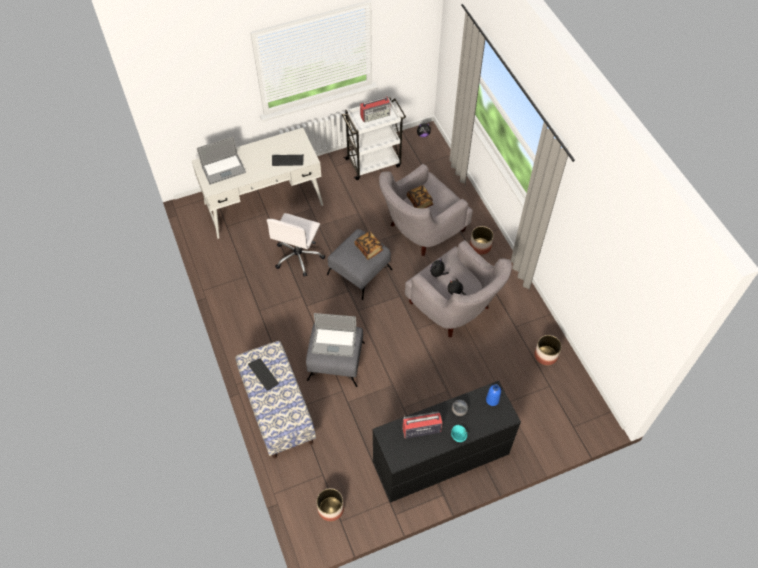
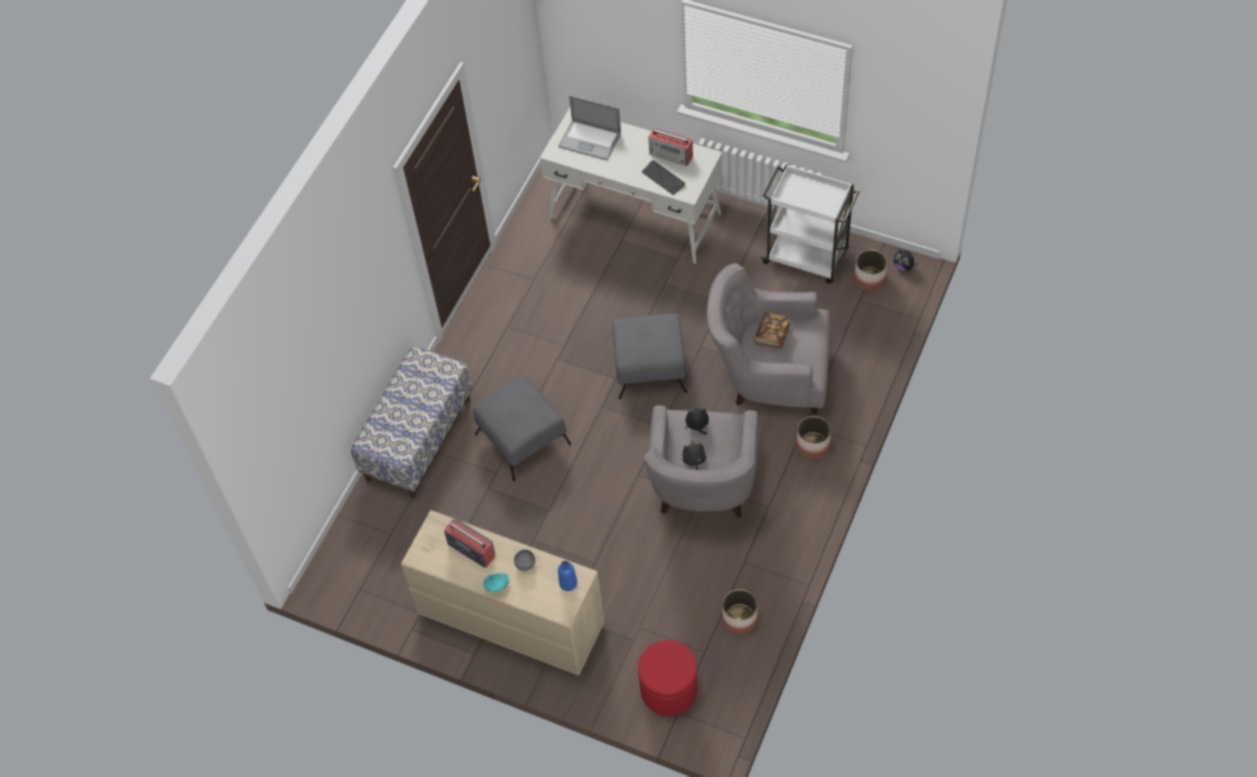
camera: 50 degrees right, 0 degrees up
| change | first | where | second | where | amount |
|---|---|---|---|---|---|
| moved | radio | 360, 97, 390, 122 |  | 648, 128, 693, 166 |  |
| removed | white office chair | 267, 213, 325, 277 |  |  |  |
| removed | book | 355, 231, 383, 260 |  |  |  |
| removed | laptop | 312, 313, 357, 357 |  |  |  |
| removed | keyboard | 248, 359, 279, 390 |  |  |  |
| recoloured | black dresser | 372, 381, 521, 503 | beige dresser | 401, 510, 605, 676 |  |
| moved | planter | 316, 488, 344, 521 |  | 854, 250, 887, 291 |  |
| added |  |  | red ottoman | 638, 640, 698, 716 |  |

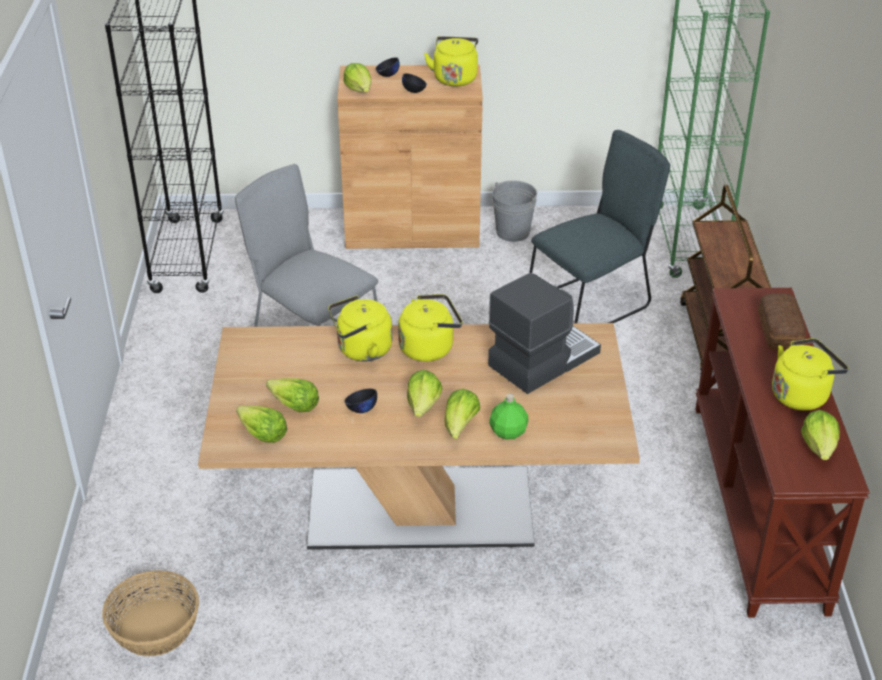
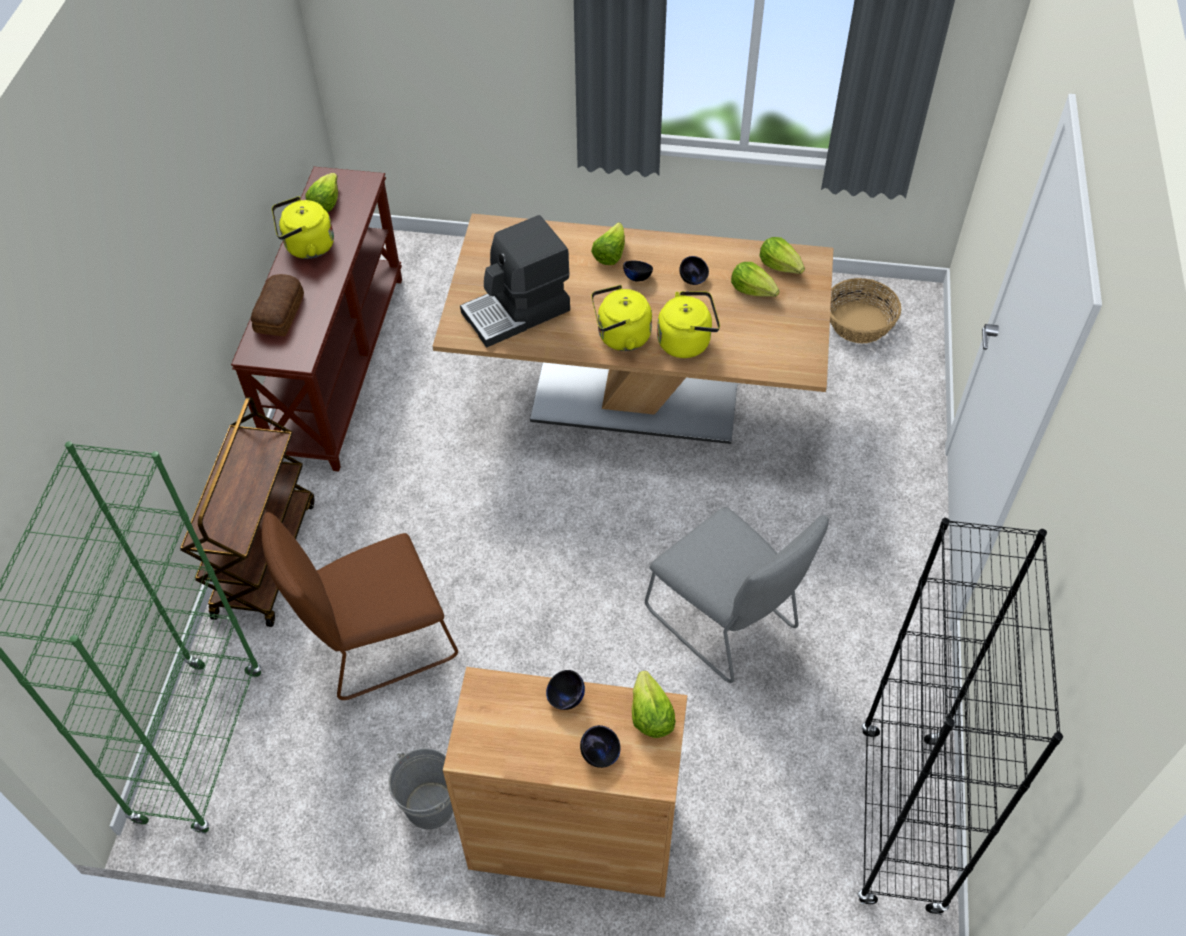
camera: 170 degrees left, 15 degrees up
| change | first | where | second | where | amount |
|---|---|---|---|---|---|
| removed | yellow kettle | 424, 36, 478, 86 |  |  |  |
| recoloured | grey chair | 529, 130, 670, 323 | brown chair | 262, 512, 458, 700 |  |
| replaced | lettuce | 407, 370, 442, 417 | black bowl | 623, 261, 653, 282 |  |
| removed | green bottle | 489, 394, 528, 440 |  |  |  |

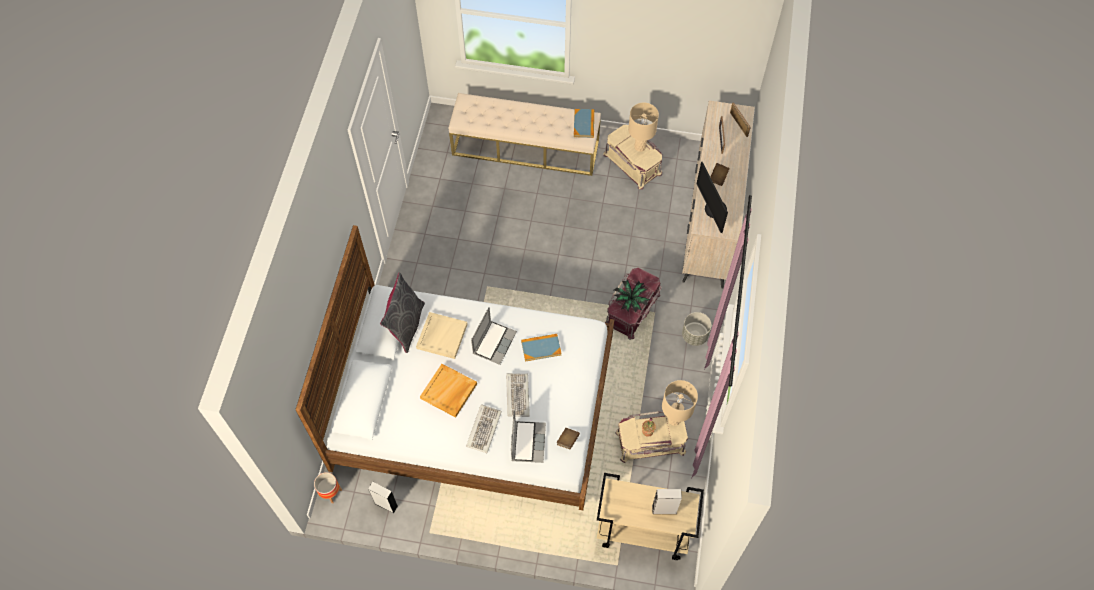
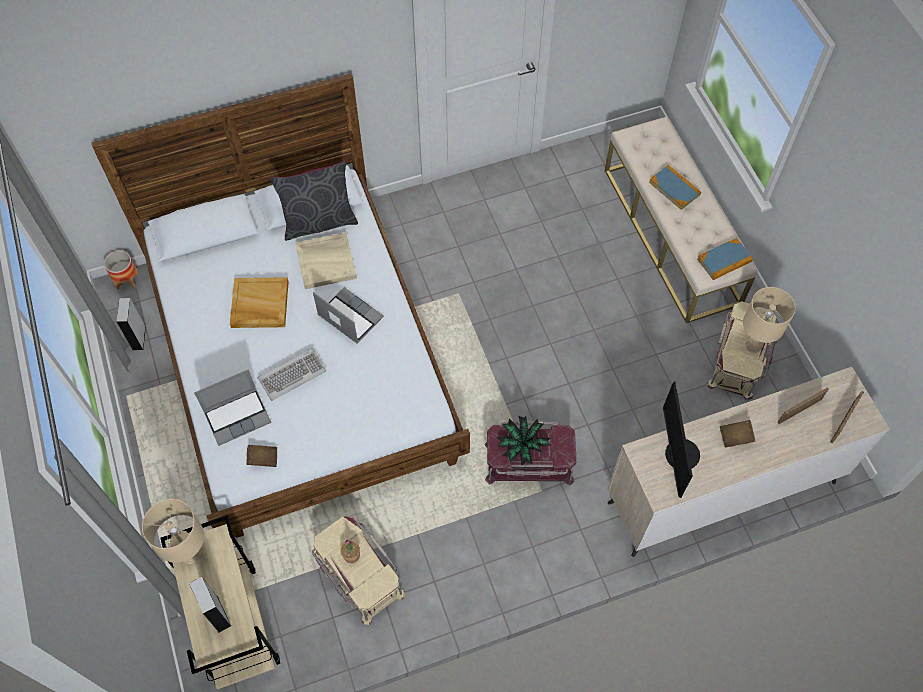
camera: 60 degrees right, 0 degrees up
| change | first | where | second | where | amount |
|---|---|---|---|---|---|
| turned | monitor | 697, 162, 728, 233 |  | 663, 381, 700, 498 | 45 degrees counterclockwise |
| turned | laptop | 471, 307, 517, 365 |  | 313, 287, 384, 343 | 135 degrees counterclockwise |
| removed | grey planter | 682, 312, 712, 346 |  |  |  |
| moved | book | 521, 334, 562, 362 |  | 649, 165, 701, 210 |  |
| moved | beige table lamp | 662, 380, 698, 426 |  | 142, 499, 204, 564 |  |
| removed | keyboard | 466, 404, 502, 453 |  |  |  |

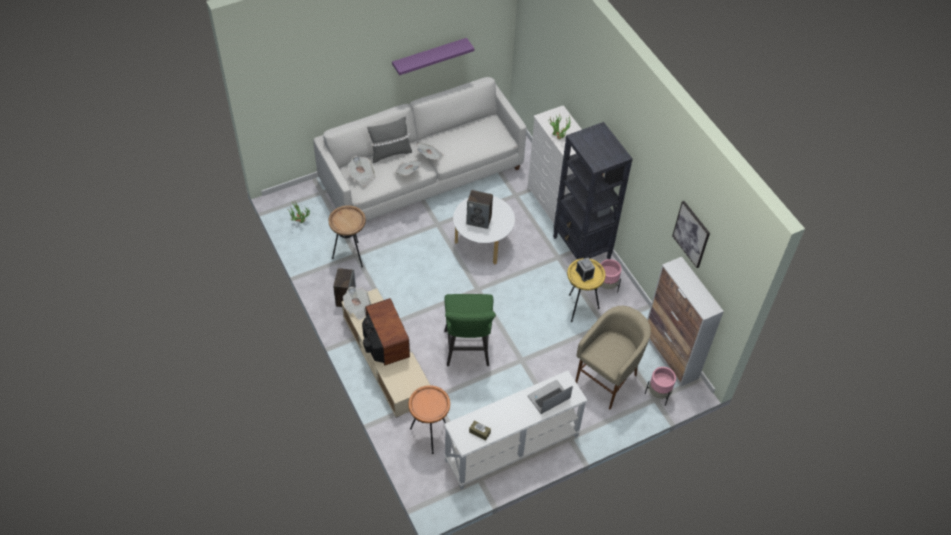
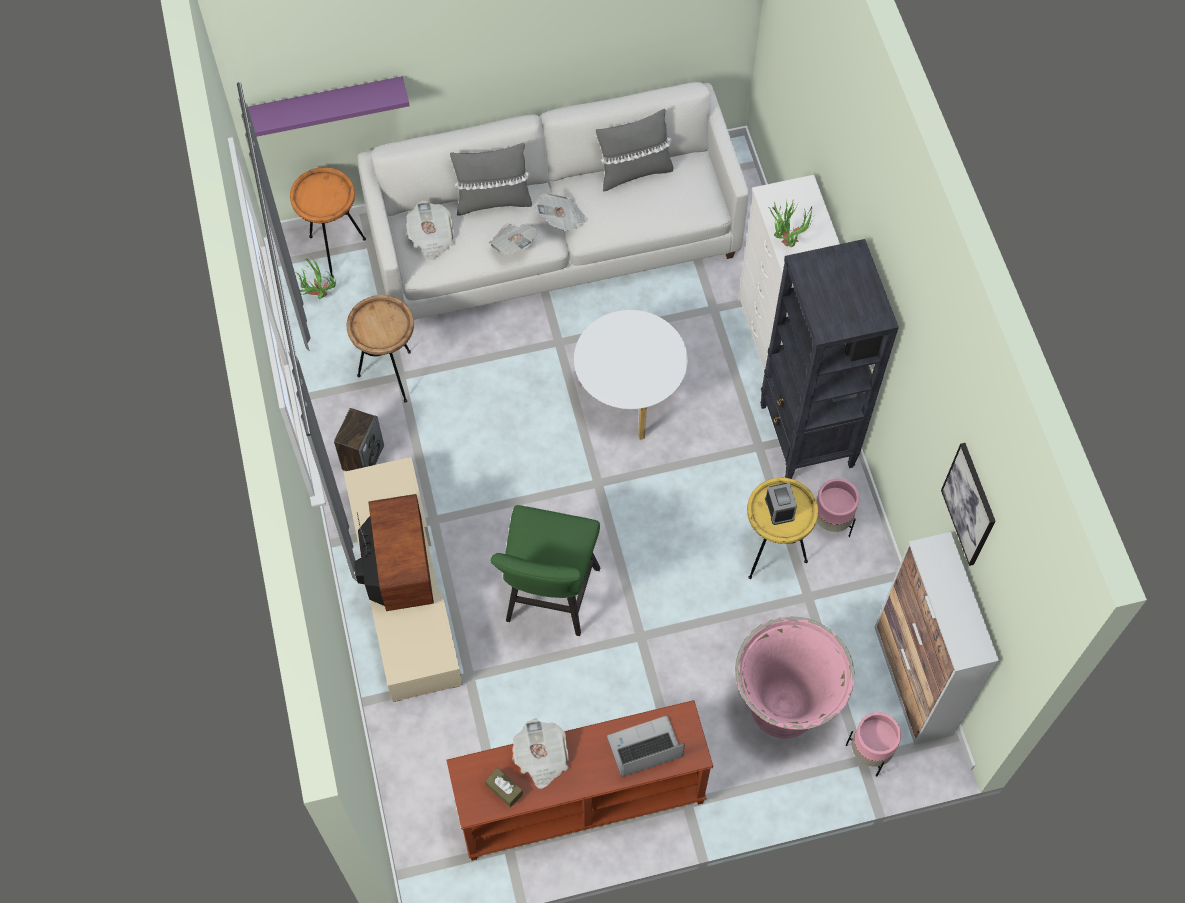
camera: 15 degrees right, 10 degrees up
| change | first | where | second | where | amount |
|---|---|---|---|---|---|
| moved | purple shelf | 392, 38, 474, 75 |  | 248, 76, 409, 137 |  |
| removed | speaker | 466, 190, 493, 229 |  |  |  |
| moved | newspaper | 343, 287, 371, 320 |  | 512, 719, 569, 789 |  |
| replaced | beige stool | 575, 306, 651, 409 | pink planter | 735, 617, 855, 739 |  |
| recoloured | white console table | 444, 371, 587, 490 | brown console table | 446, 700, 713, 861 |  |
| moved | orange side table | 408, 385, 450, 454 |  | 290, 167, 366, 278 |  |
| added |  |  | grey pillow | 596, 109, 673, 192 |  |

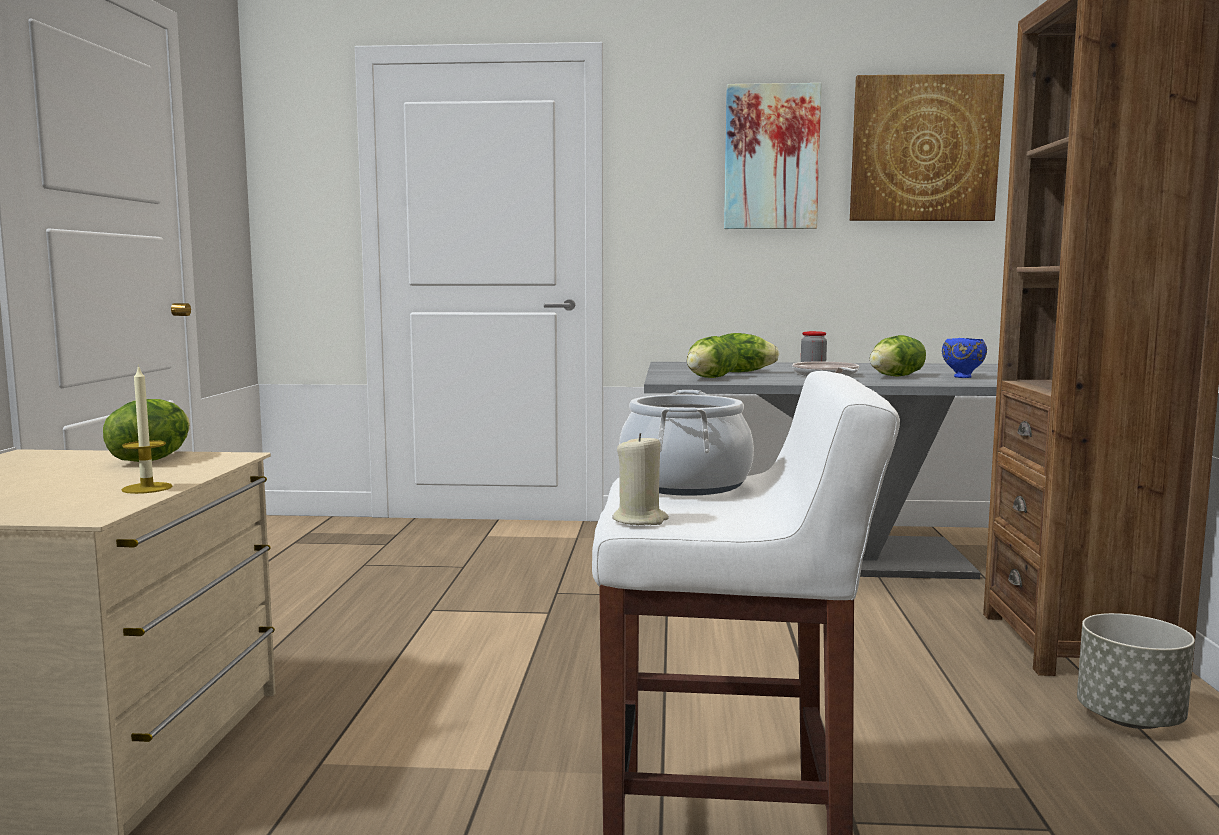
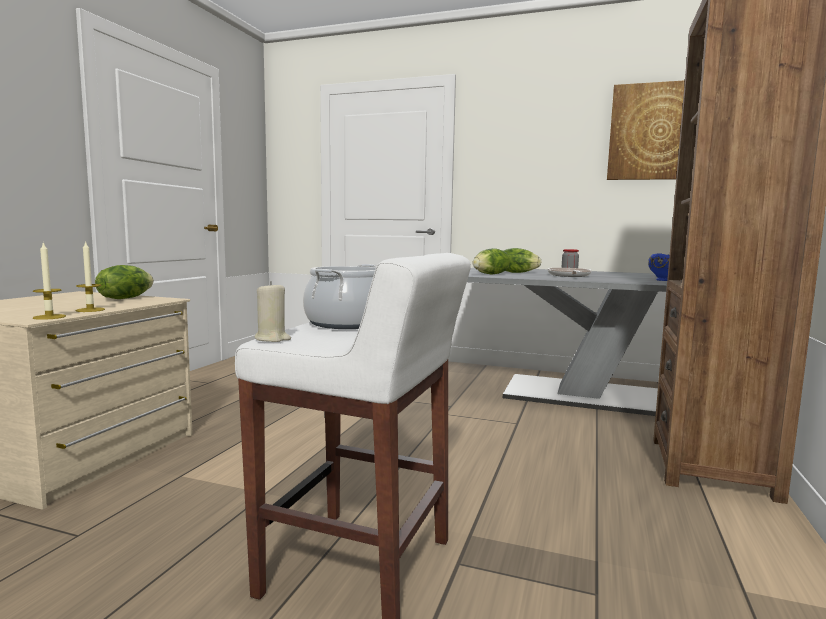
camera: 15 degrees right, 0 degrees up
| change | first | where | second | where | amount |
|---|---|---|---|---|---|
| removed | picture | 724, 83, 822, 229 |  |  |  |
| removed | lettuce | 870, 335, 926, 377 |  |  |  |
| removed | grey planter | 1077, 613, 1195, 729 |  |  |  |
| added |  |  | candle | 33, 241, 66, 320 |  |

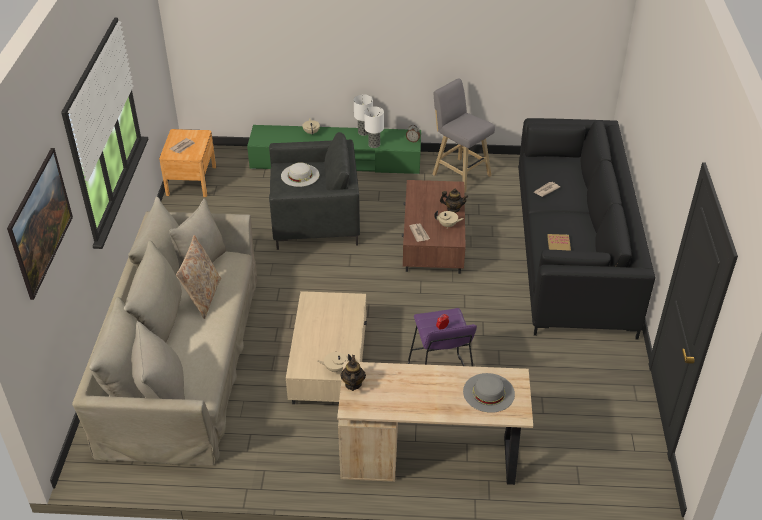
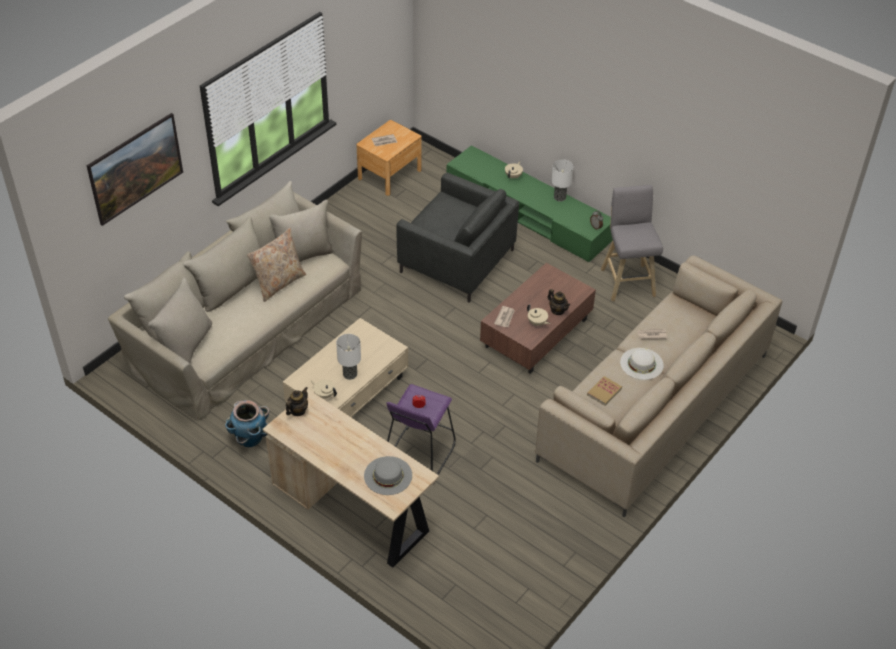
camera: 35 degrees right, 5 degrees up
| change | first | where | second | where | amount |
|---|---|---|---|---|---|
| moved | table lamp | 364, 106, 384, 148 |  | 336, 334, 361, 380 |  |
| recoloured | black sofa | 518, 118, 655, 340 | beige sofa | 534, 255, 782, 518 |  |
| moved | white hat | 281, 162, 319, 187 |  | 620, 348, 664, 380 |  |
| added |  |  | planter | 225, 400, 269, 447 |  |

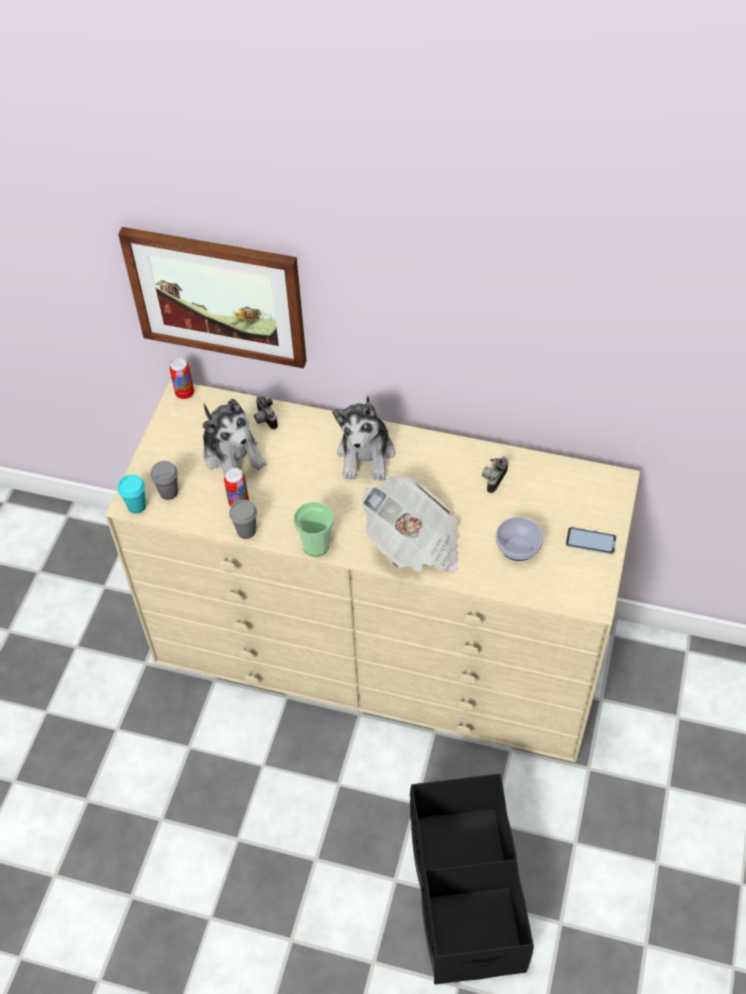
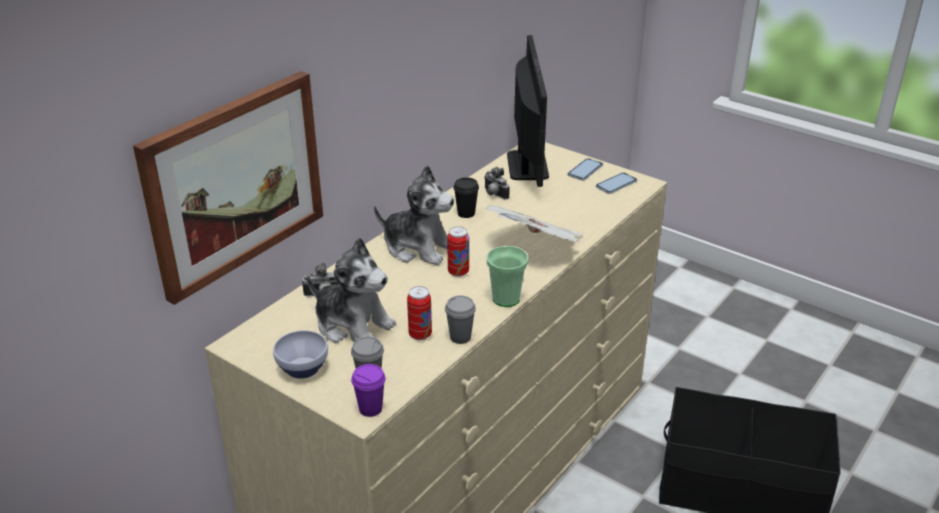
camera: 70 degrees left, 20 degrees down
| change | first | where | second | where | amount |
|---|---|---|---|---|---|
| moved | can | 170, 358, 194, 399 |  | 447, 226, 469, 277 |  |
| turned | plush toy | 202, 399, 267, 475 |  | 307, 238, 396, 343 | 45 degrees clockwise |
| recoloured | turquoise cup | 118, 474, 146, 514 | purple cup | 351, 364, 386, 417 |  |
| moved | bowl | 495, 517, 543, 561 |  | 273, 330, 328, 379 |  |
| added |  |  | monitor | 507, 35, 549, 187 |  |
| added |  |  | phone | 596, 172, 637, 194 |  |
| added |  |  | black cup | 453, 177, 479, 218 |  |

